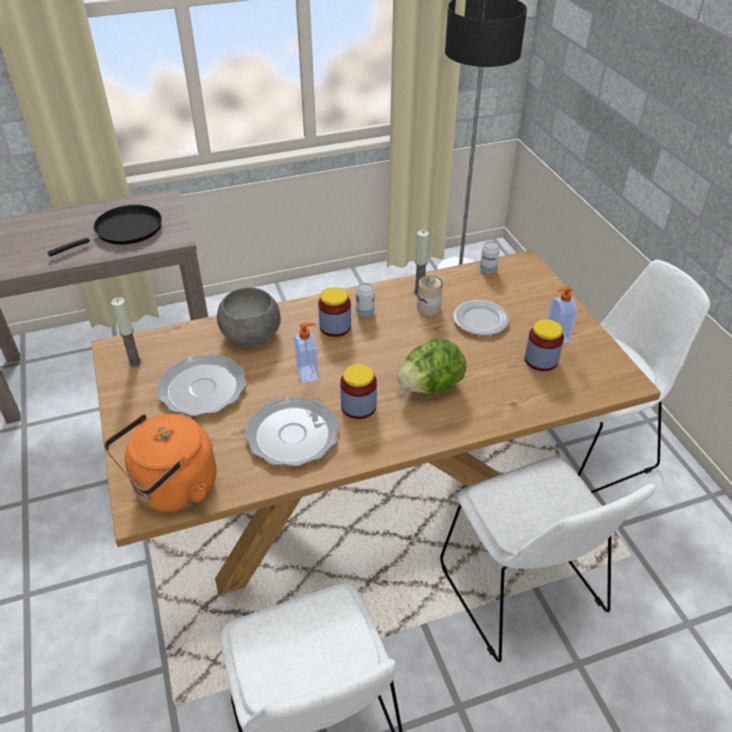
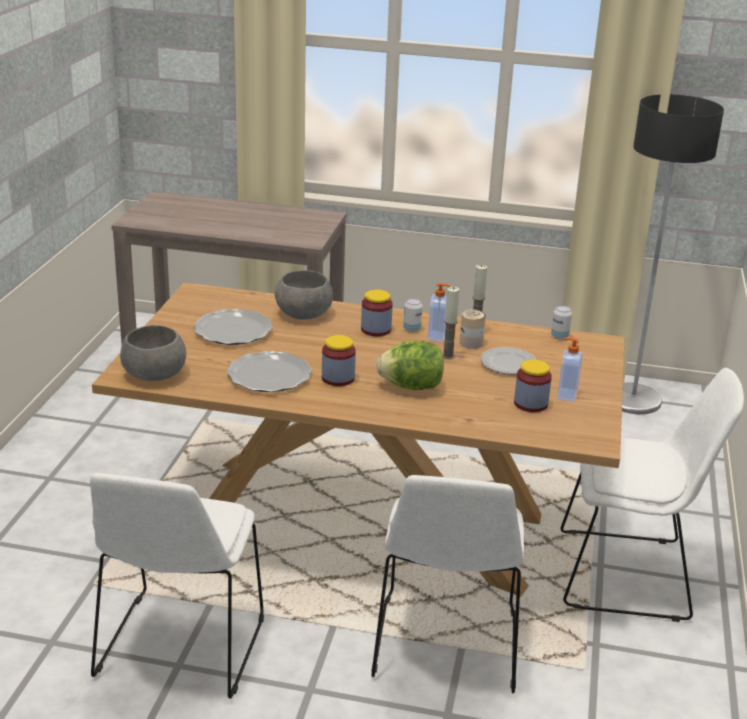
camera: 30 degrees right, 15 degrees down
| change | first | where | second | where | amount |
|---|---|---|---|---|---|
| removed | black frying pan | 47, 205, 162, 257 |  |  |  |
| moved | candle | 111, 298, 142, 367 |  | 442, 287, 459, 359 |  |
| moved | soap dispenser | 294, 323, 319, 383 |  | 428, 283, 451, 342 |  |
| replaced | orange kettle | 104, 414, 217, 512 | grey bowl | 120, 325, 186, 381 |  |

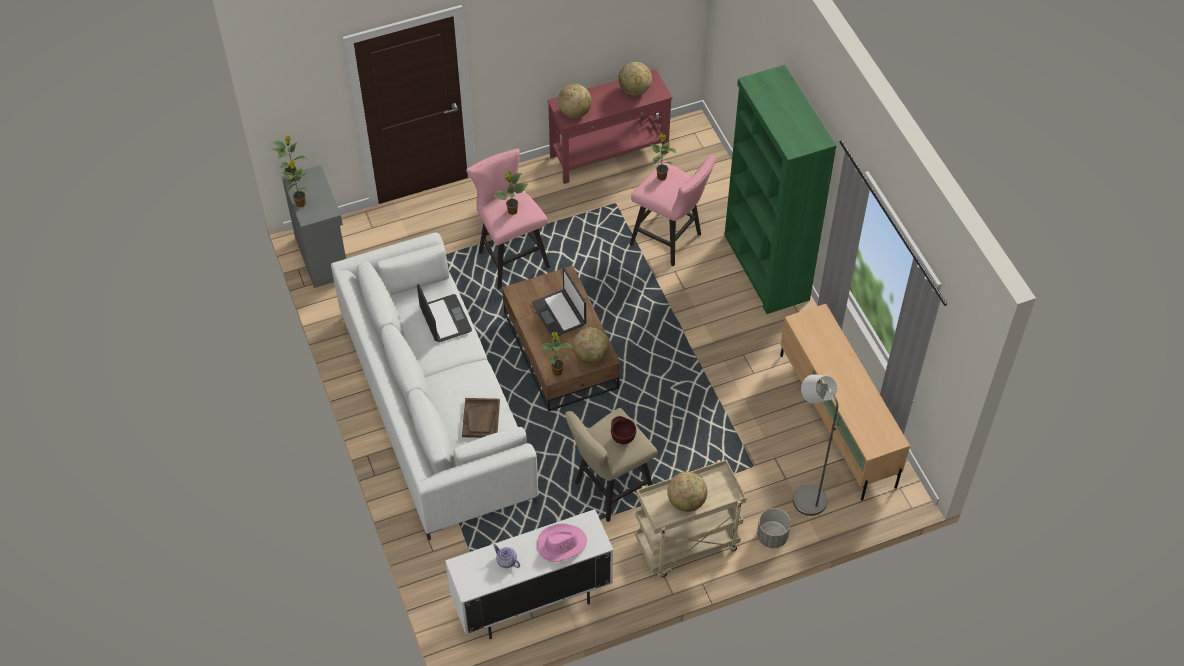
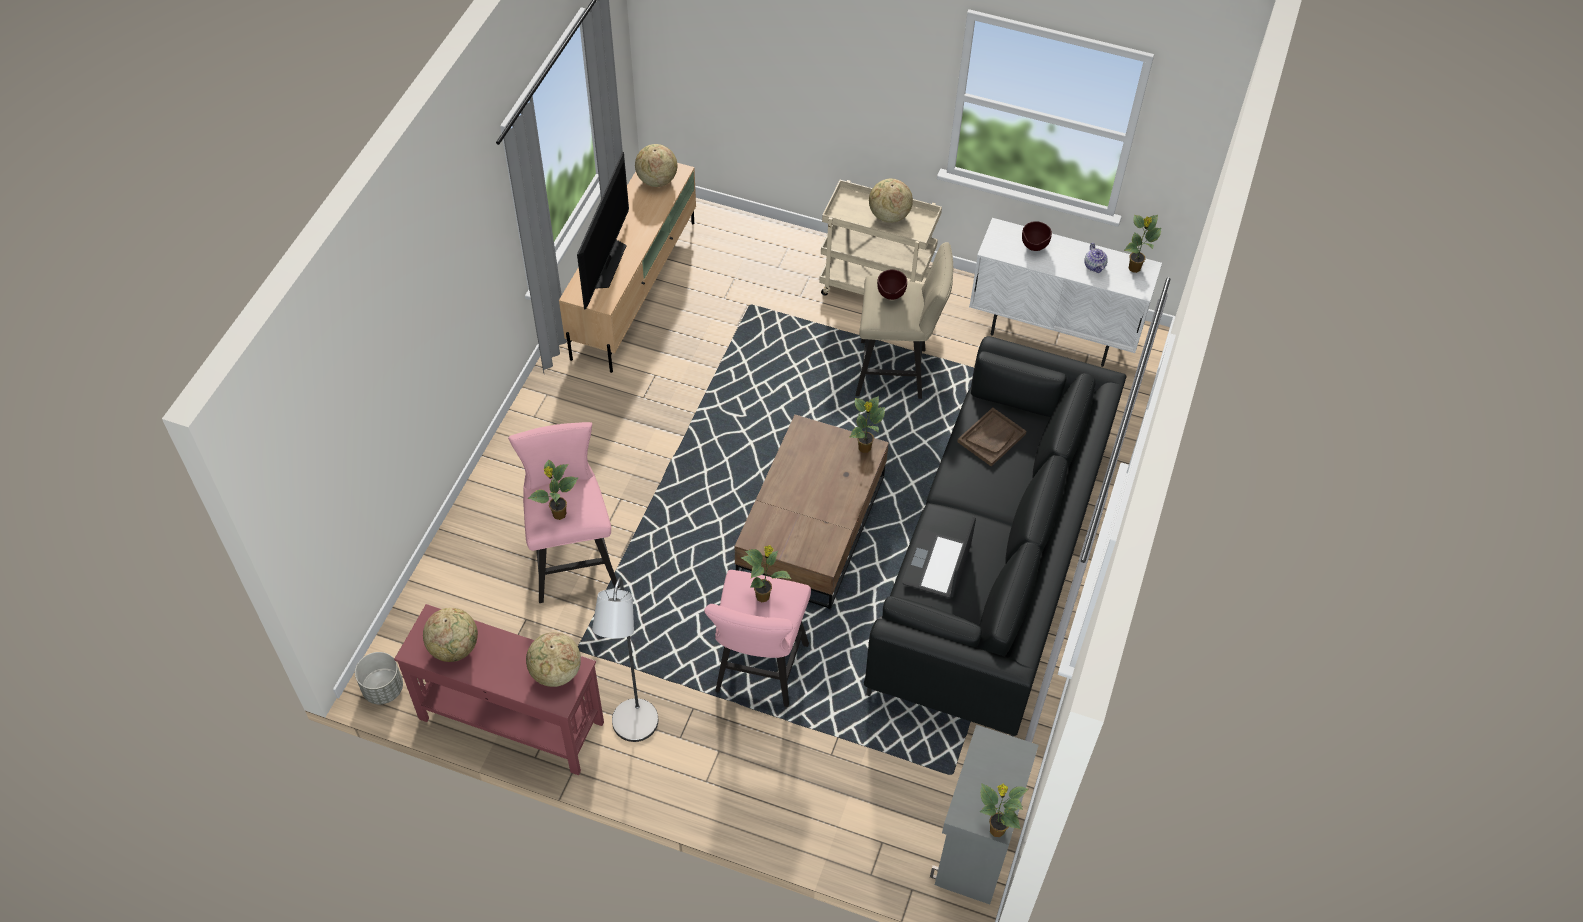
camera: 140 degrees left, 0 degrees up
| change | first | where | second | where | amount |
|---|---|---|---|---|---|
| removed | green bookcase | 724, 65, 837, 314 |  |  |  |
| moved | potted plant | 282, 160, 308, 207 |  | 1124, 215, 1161, 273 |  |
| recoloured | white sofa | 331, 232, 539, 540 | black sofa | 864, 336, 1127, 737 |  |
| removed | laptop | 532, 268, 586, 336 |  |  |  |
| moved | globe | 573, 327, 609, 364 |  | 635, 144, 677, 187 |  |
| moved | grey floor lamp | 793, 374, 838, 516 |  | 592, 577, 658, 742 |  |
| moved | grey planter | 757, 508, 791, 548 |  | 355, 652, 403, 704 |  |
| replaced | pink hat | 537, 523, 587, 562 | brown bowl | 1022, 221, 1052, 251 |  |
| added |  |  | television | 577, 152, 629, 310 |  |

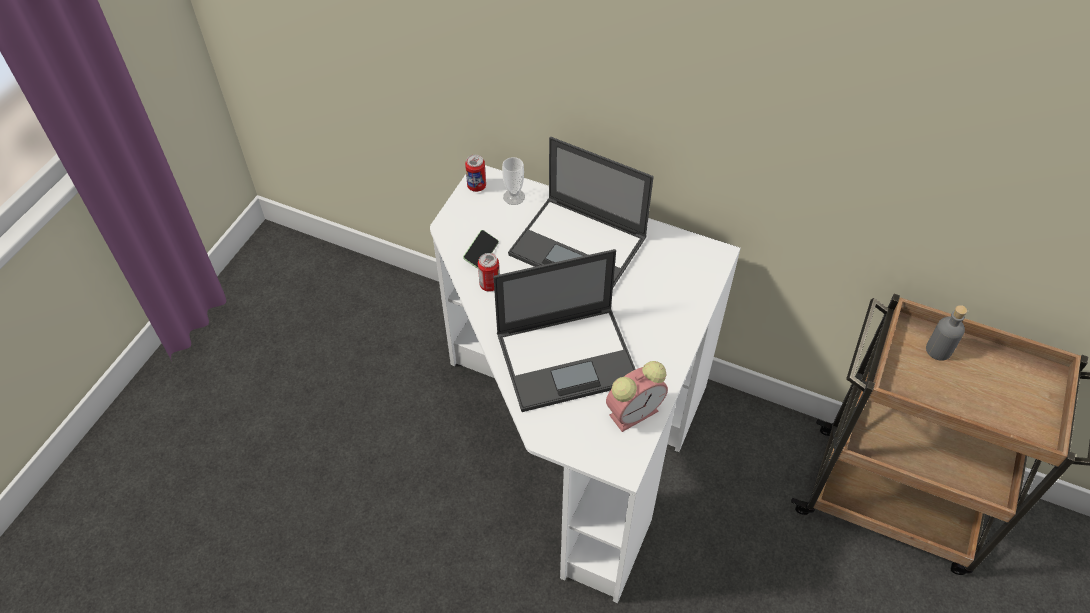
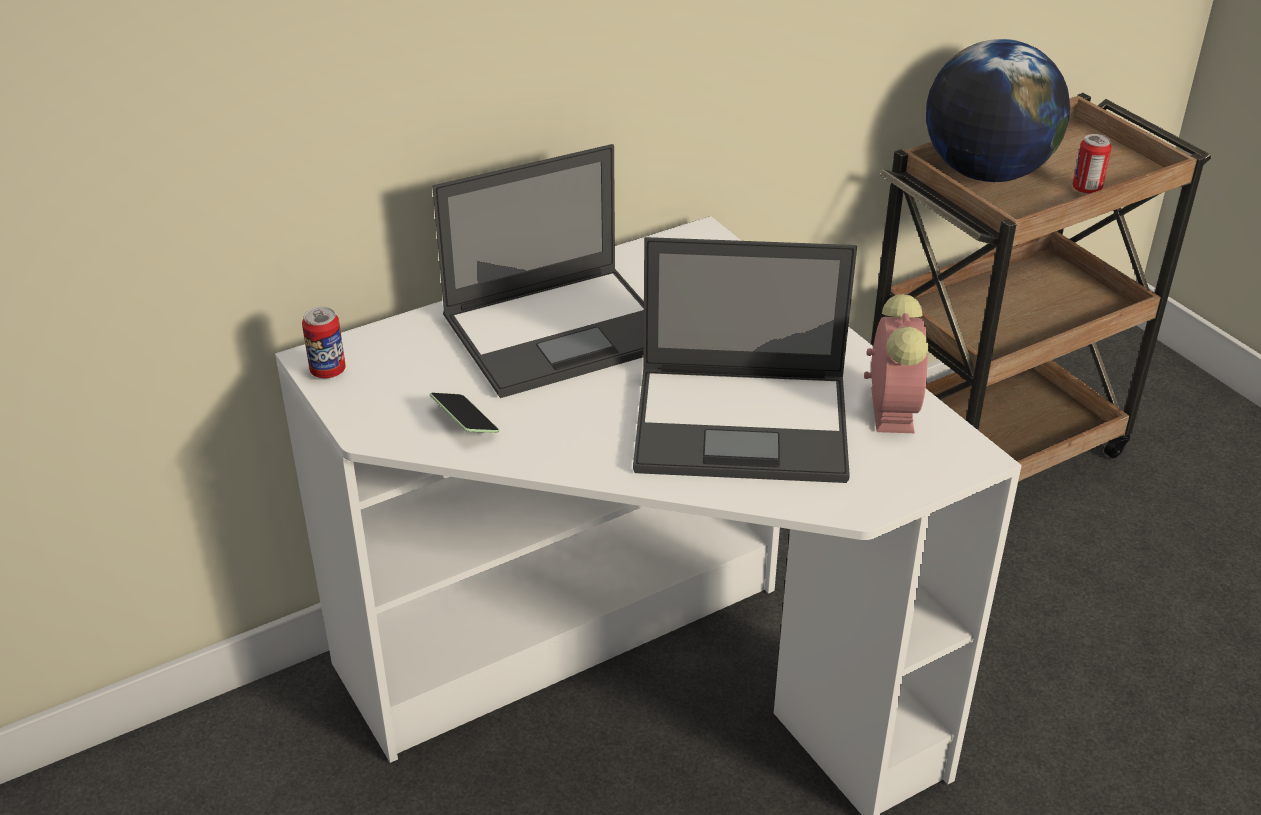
camera: 55 degrees left, 15 degrees down
| change | first | where | second | where | amount |
|---|---|---|---|---|---|
| removed | cup | 502, 157, 525, 205 |  |  |  |
| turned | laptop | 494, 249, 636, 412 |  | 633, 237, 857, 483 | 75 degrees clockwise |
| moved | can | 478, 253, 500, 292 |  | 1072, 134, 1112, 194 |  |
| replaced | grey bottle | 926, 305, 967, 361 | globe | 926, 39, 1070, 182 |  |

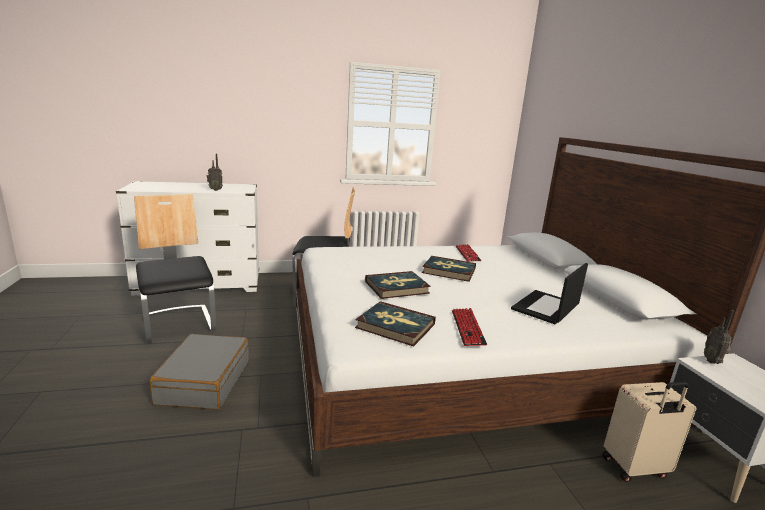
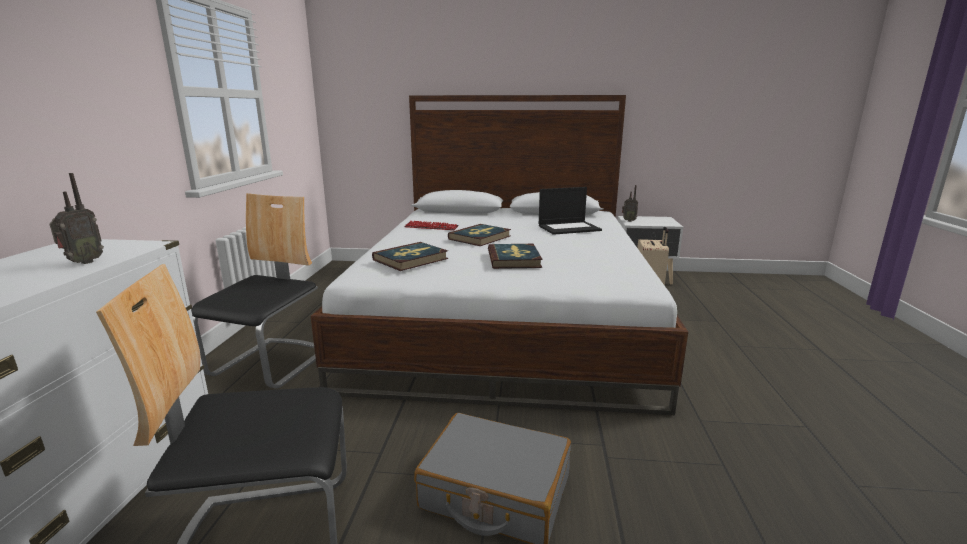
camera: 70 degrees left, 0 degrees up
| change | first | where | second | where | amount |
|---|---|---|---|---|---|
| turned | laptop | 511, 263, 588, 324 |  | 539, 187, 602, 235 | 75 degrees counterclockwise |
| moved | book | 355, 301, 436, 347 |  | 372, 242, 448, 271 |  |
| removed | keyboard | 452, 308, 487, 346 |  |  |  |

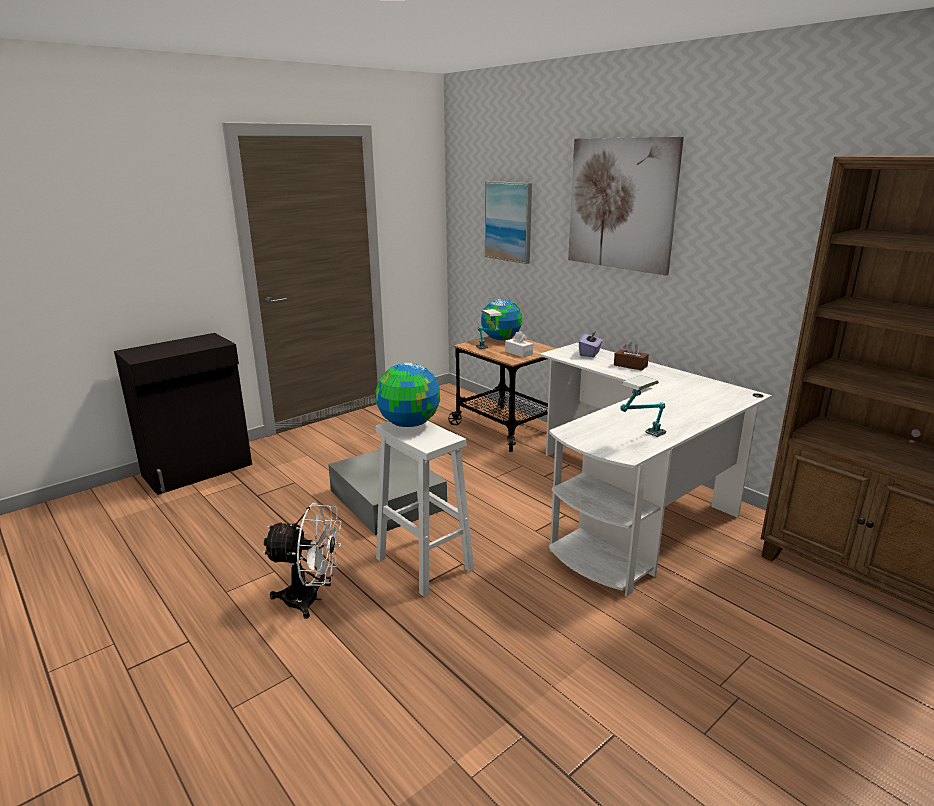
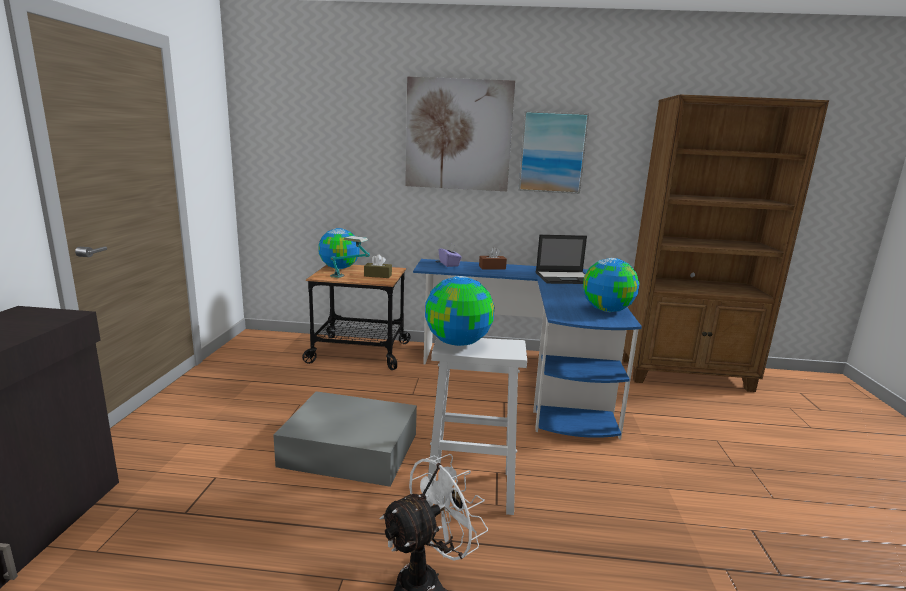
camera: 45 degrees left, 5 degrees down
| change | first | where | second | where | amount |
|---|---|---|---|---|---|
| moved | picture | 485, 181, 532, 264 |  | 519, 111, 589, 194 |  |
| recoloured | white tissue box | 505, 331, 533, 357 | brown tissue box | 364, 254, 392, 278 |  |
| recoloured | white desk | 539, 343, 772, 596 | blue desk | 413, 259, 642, 439 |  |
| replaced | table lamp | 620, 375, 666, 437 | globe | 583, 258, 639, 312 |  |
| added |  |  | laptop | 536, 235, 587, 284 |  |

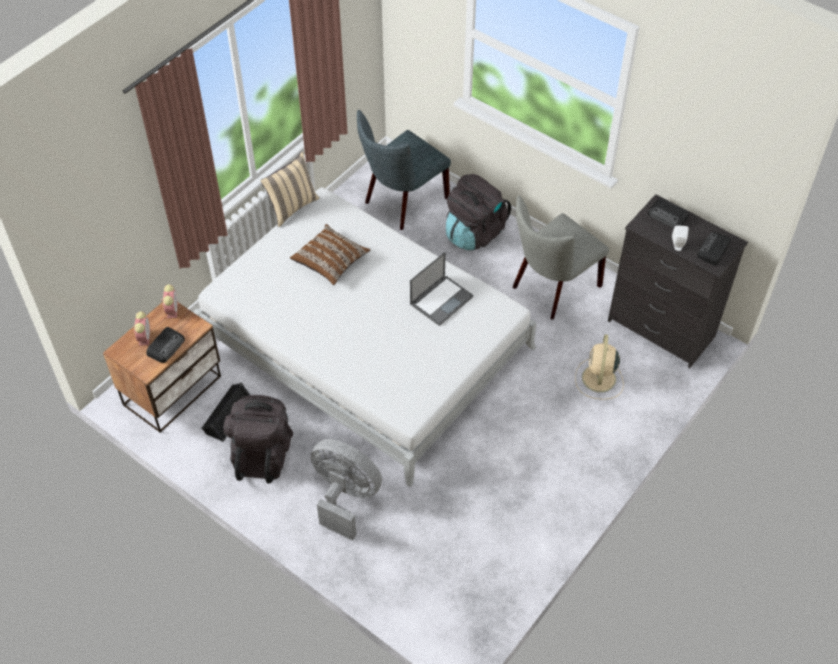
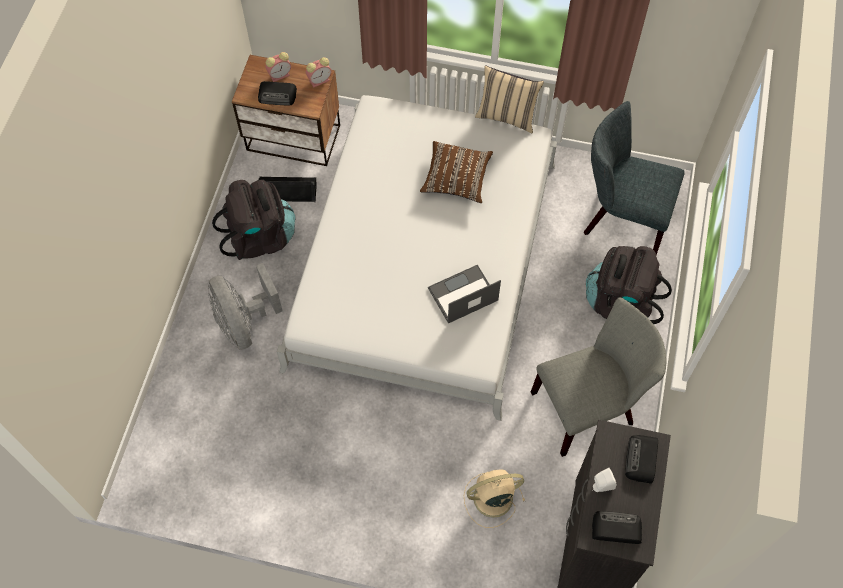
camera: 65 degrees right, 10 degrees up
| change | first | where | second | where | amount |
|---|---|---|---|---|---|
| turned | grey chair | 513, 196, 609, 320 |  | 531, 297, 666, 457 | 135 degrees clockwise |
| turned | laptop | 410, 252, 474, 326 |  | 428, 264, 501, 323 | 135 degrees clockwise |
| turned | grey fan | 311, 439, 382, 540 |  | 208, 263, 283, 350 | 150 degrees clockwise |

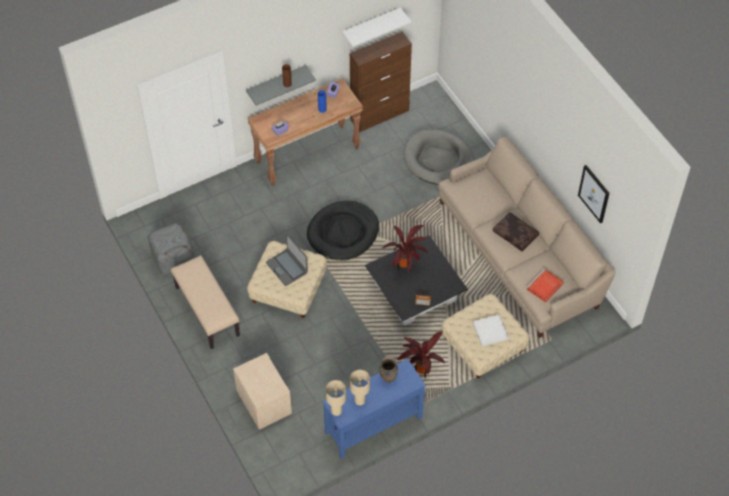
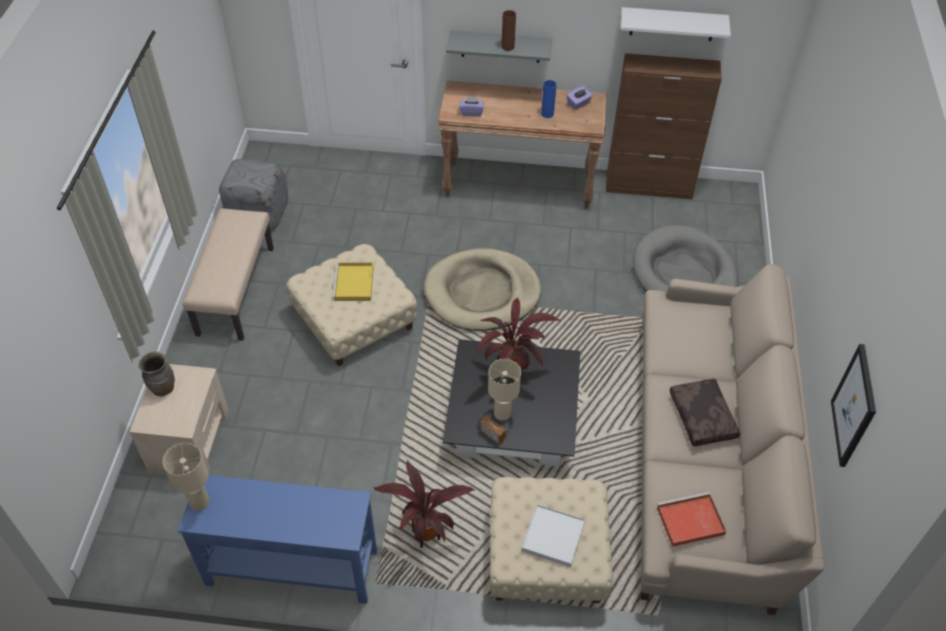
camera: 35 degrees right, 5 degrees down
| change | first | where | second | where | amount |
|---|---|---|---|---|---|
| recoloured | black dog bed | 307, 200, 379, 260 | beige dog bed | 424, 248, 541, 331 |  |
| replaced | laptop | 266, 234, 308, 286 | yellow tray | 332, 263, 374, 301 |  |
| moved | brown vase | 380, 356, 398, 382 |  | 138, 351, 175, 396 |  |
| moved | beige table lamp | 350, 370, 370, 405 |  | 488, 359, 521, 421 |  |

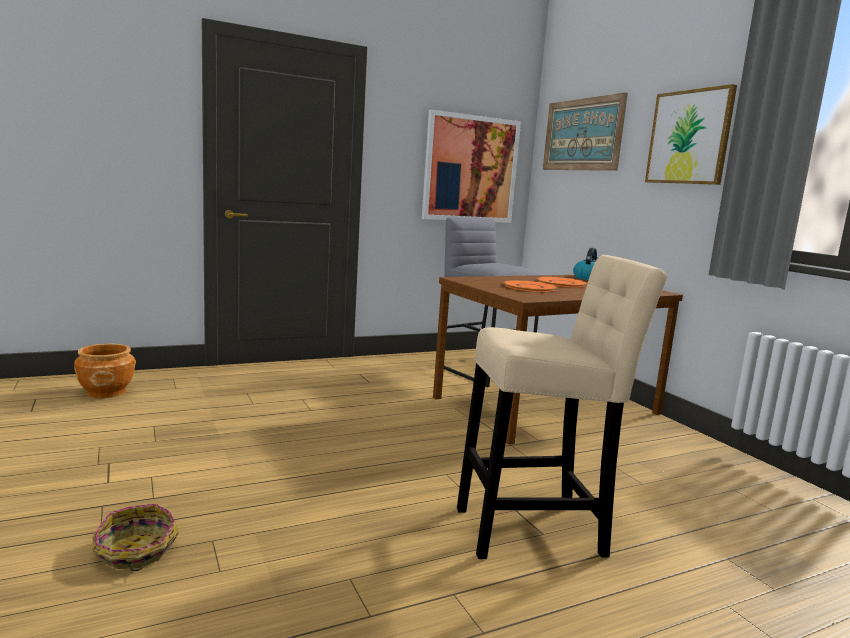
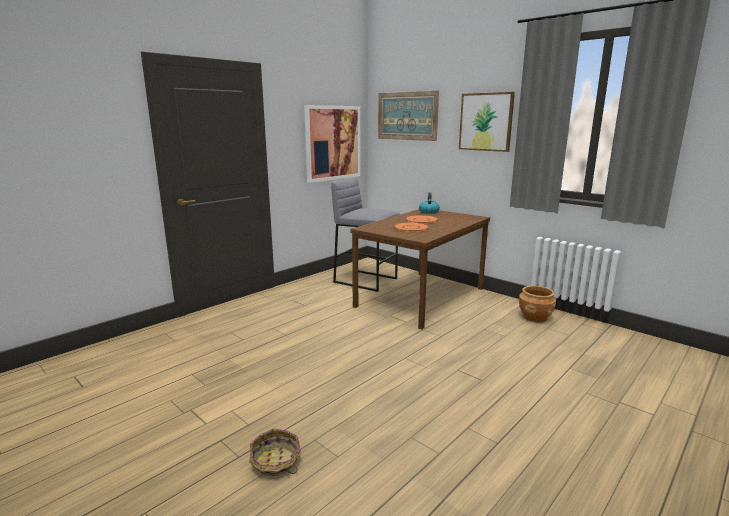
camera: 20 degrees left, 5 degrees up
| change | first | where | second | where | amount |
|---|---|---|---|---|---|
| removed | beige stool | 457, 255, 667, 559 |  |  |  |
| moved | brown planter | 74, 344, 136, 398 |  | 518, 286, 556, 323 |  |

